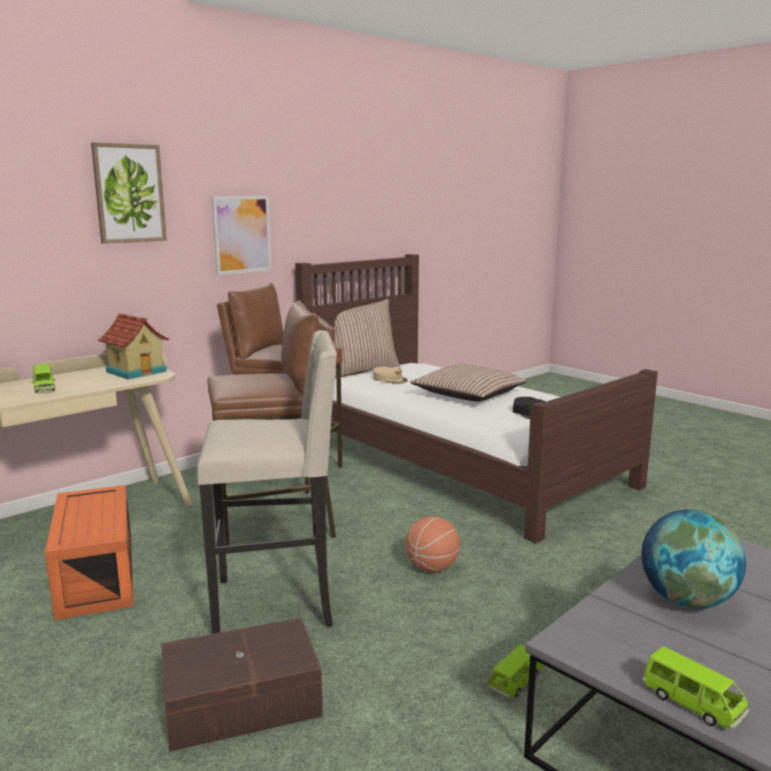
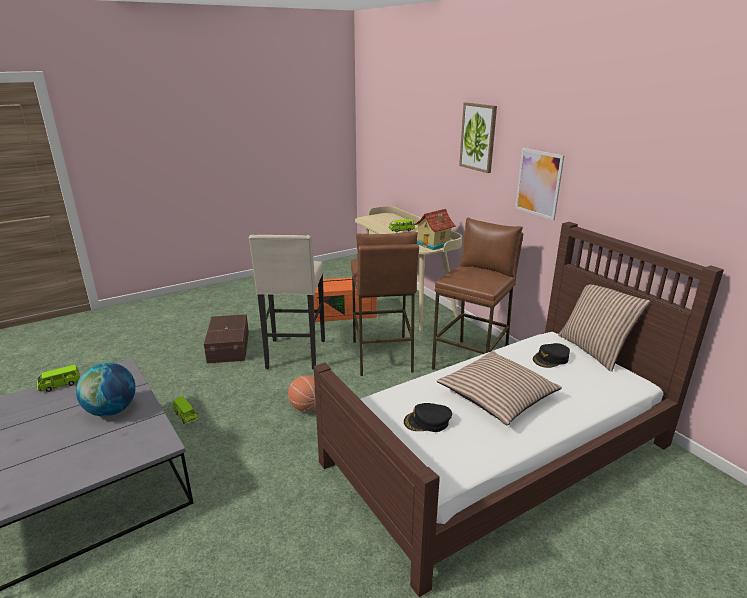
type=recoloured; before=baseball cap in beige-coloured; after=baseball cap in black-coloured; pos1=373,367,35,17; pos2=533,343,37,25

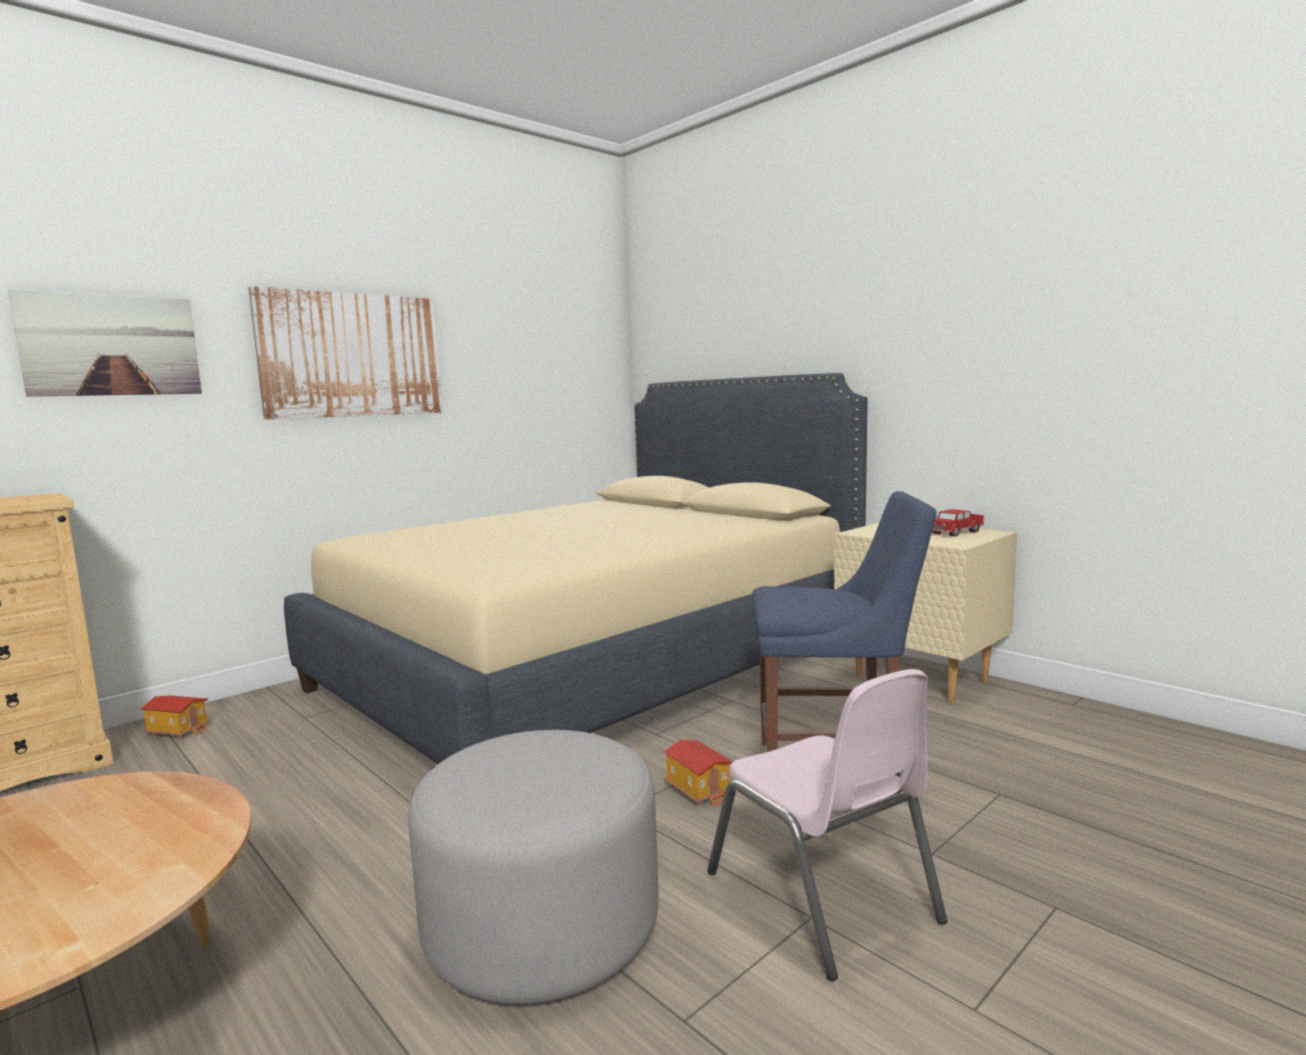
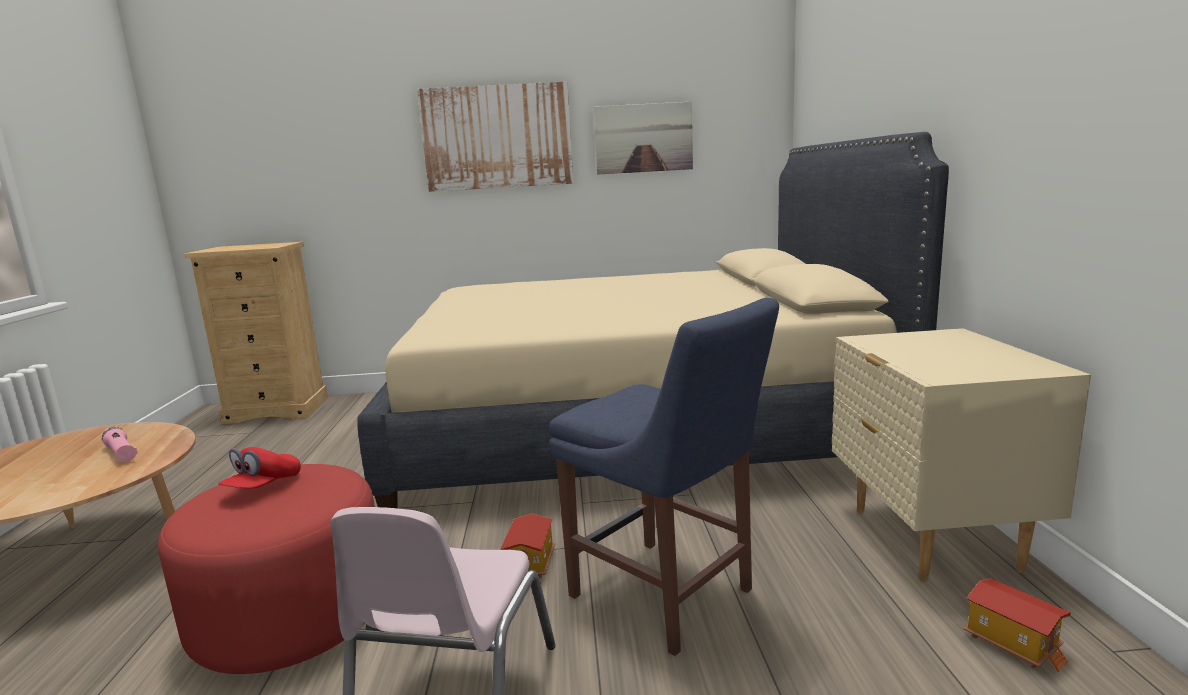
type=moved; before=wall art; pos1=8,289,194,108; pos2=594,101,99,74
type=moved; before=toy house; pos1=140,695,70,43; pos2=963,578,108,94
type=recoloured; before=ottoman in greyish; after=ottoman in red; pos1=408,730,251,274; pos2=158,464,217,210
type=removed; before=toy truck; pos1=932,509,53,28
type=added; after=hand torch in pink; pos2=102,427,36,35
type=added; after=baseball cap in red; pos2=218,447,83,41

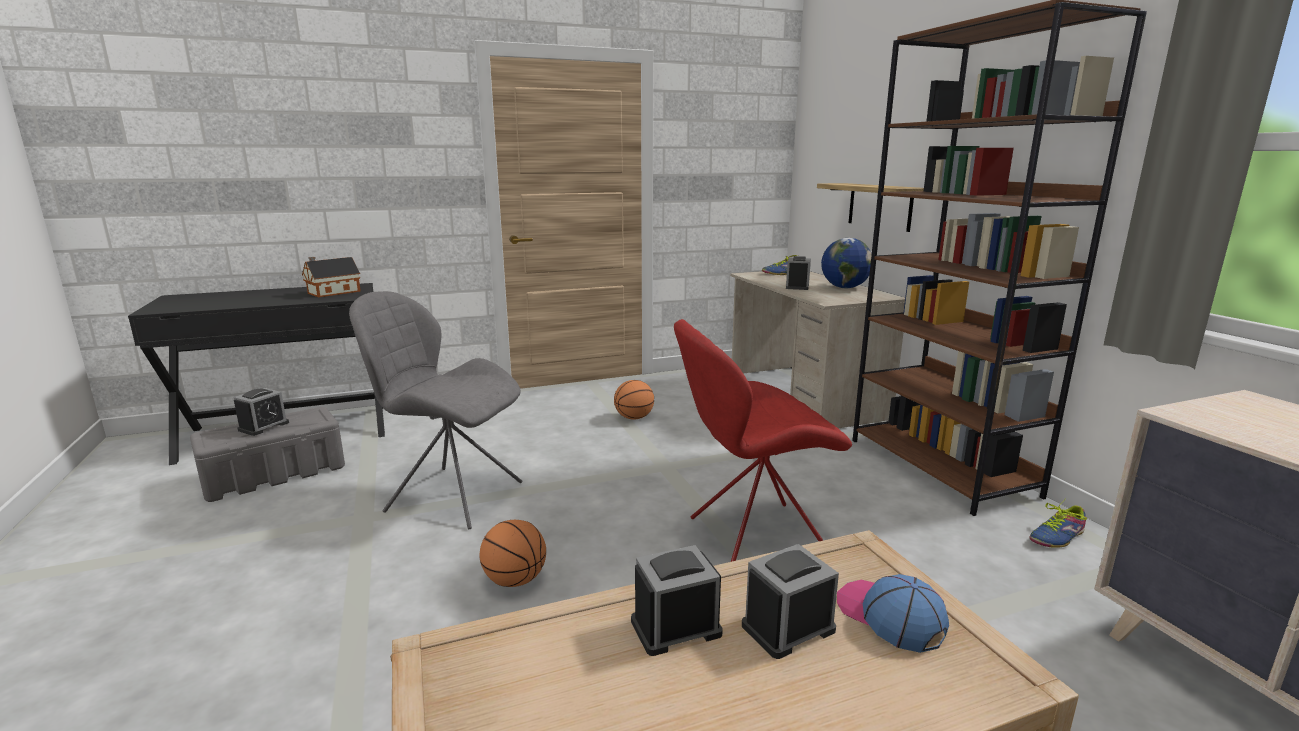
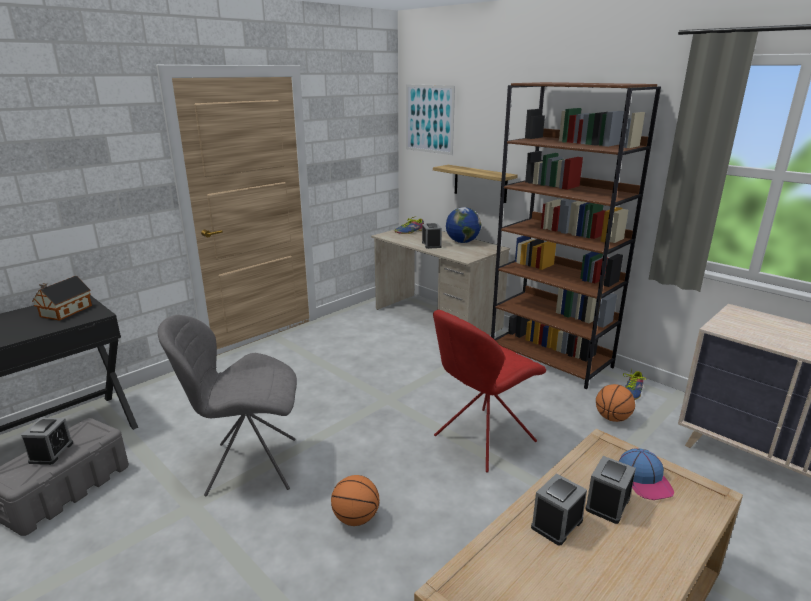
type=moved; before=ball for basketball; pos1=614,380,40,40; pos2=596,384,39,38
type=turned; before=baseball cap; pos1=837,574,112,79; pos2=619,448,55,52; turn=-135
type=added; after=wall art; pos2=406,84,49,71

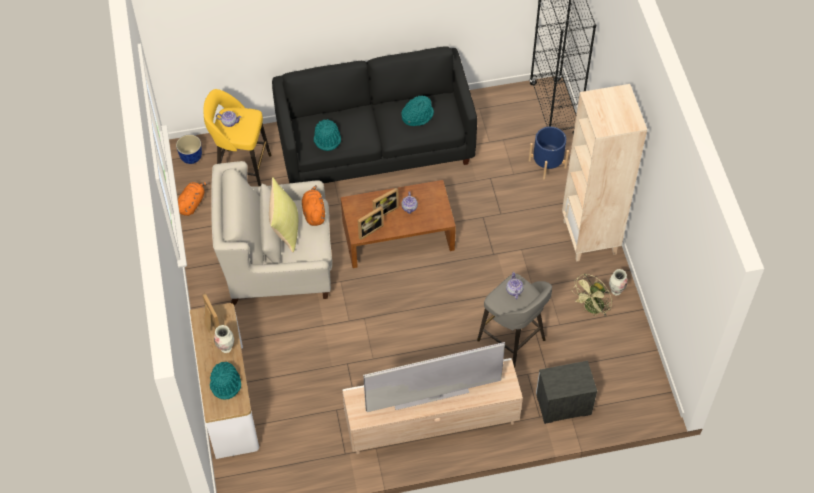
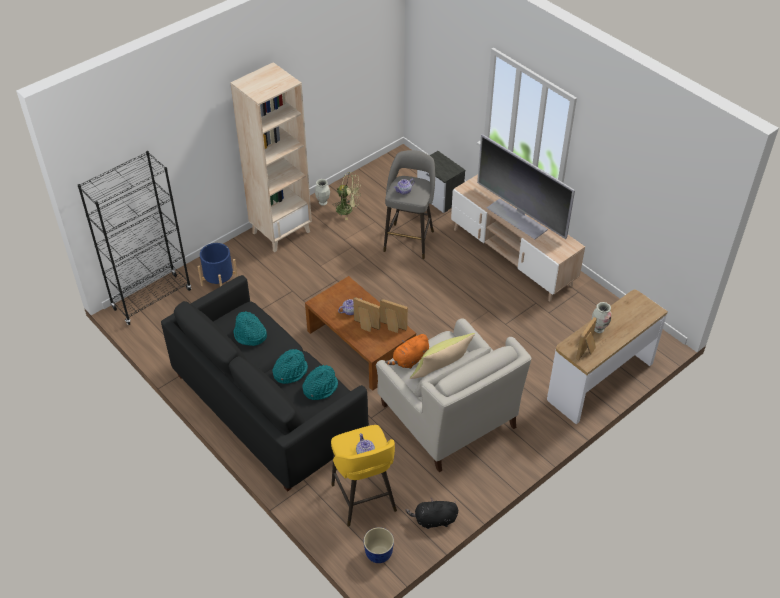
type=recoloured; before=cuddly toy in orangey; after=cuddly toy in black-coloured; pos1=178,182,30,34; pos2=406,498,52,31
type=moved; before=hat in turquoise-coloured; pos1=210,362,31,38; pos2=272,349,36,35

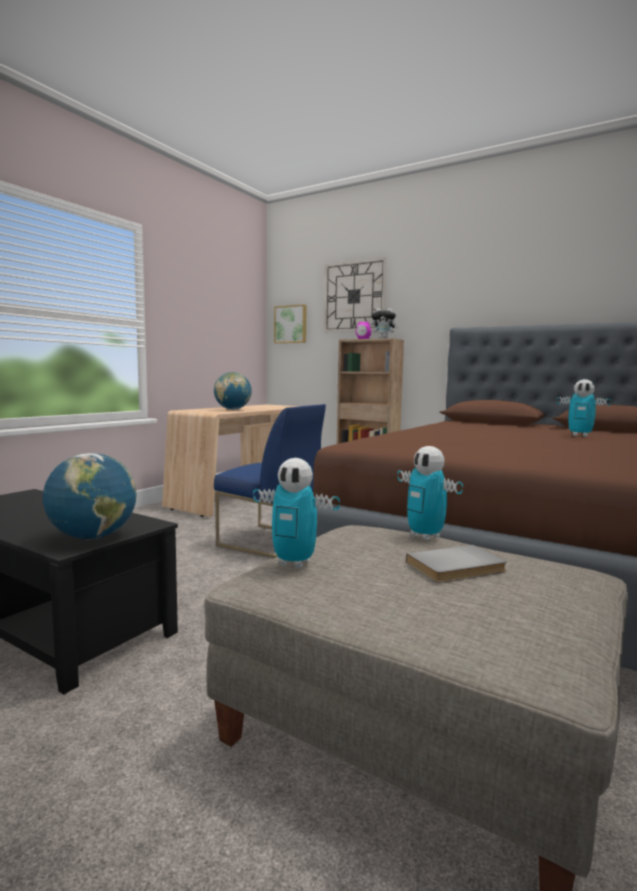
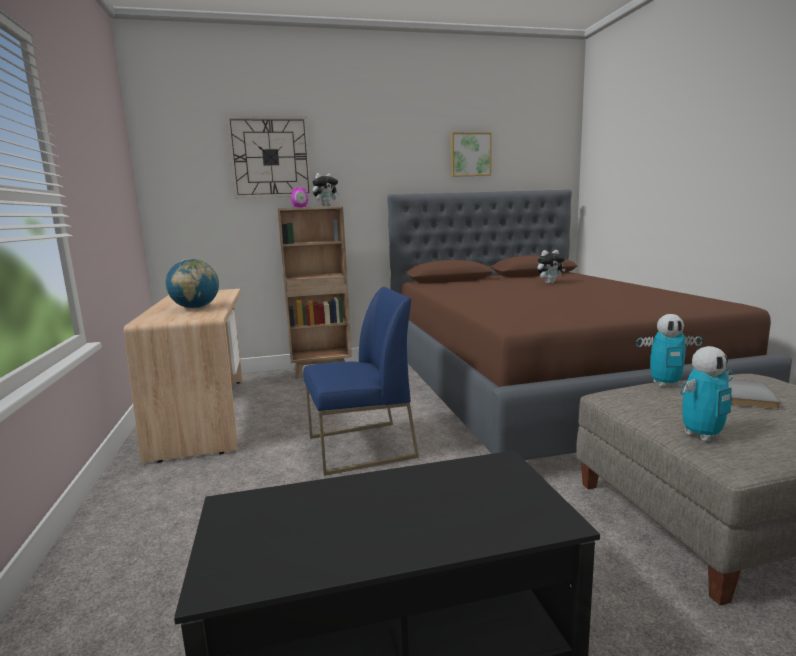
type=removed; before=globe; pos1=43,453,94,86
type=moved; before=wall art; pos1=274,304,33,39; pos2=451,132,41,45
type=replaced; before=model robot; after=cuddly toy; pos1=556,379,55,58; pos2=537,250,28,34

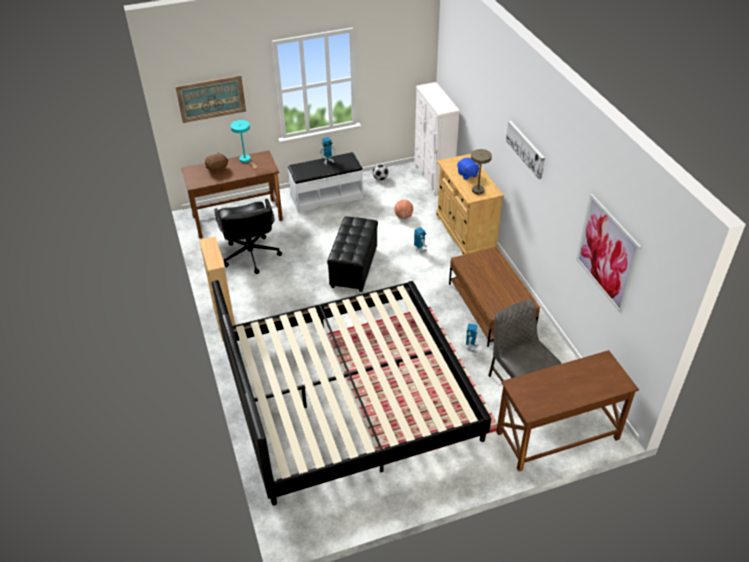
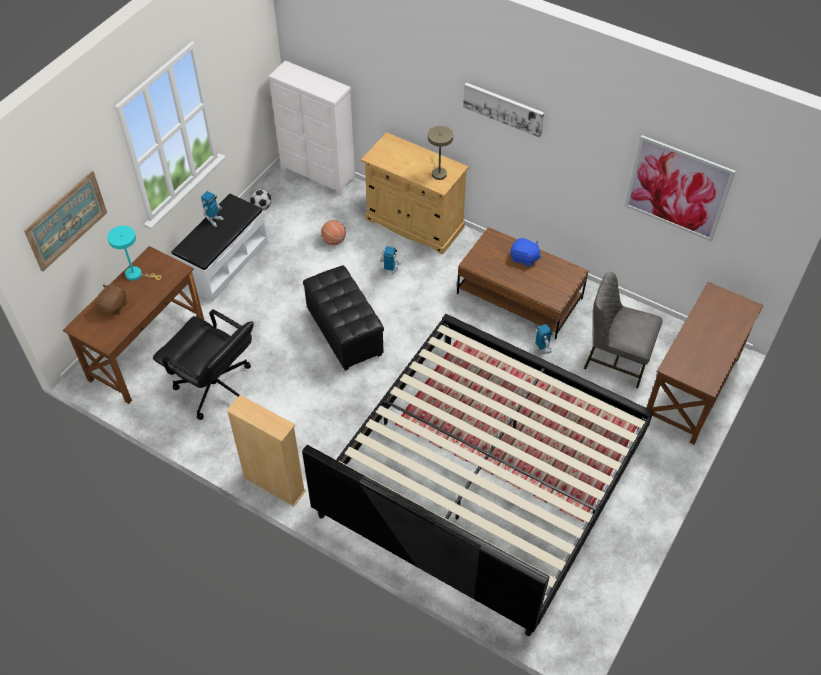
type=moved; before=cuddly toy in bluish; pos1=457,158,23,22; pos2=510,238,31,29

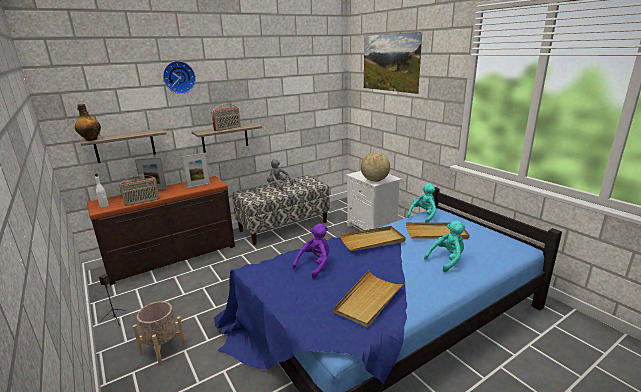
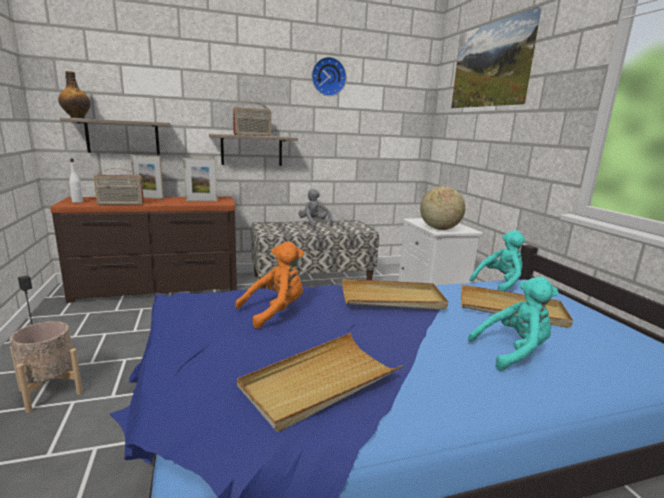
type=moved; before=clock on the wall; pos1=163,61,33,33; pos2=312,57,35,39
type=recoloured; before=cuddly toy in purple-coloured; after=cuddly toy in orangey; pos1=292,224,38,54; pos2=235,241,69,88

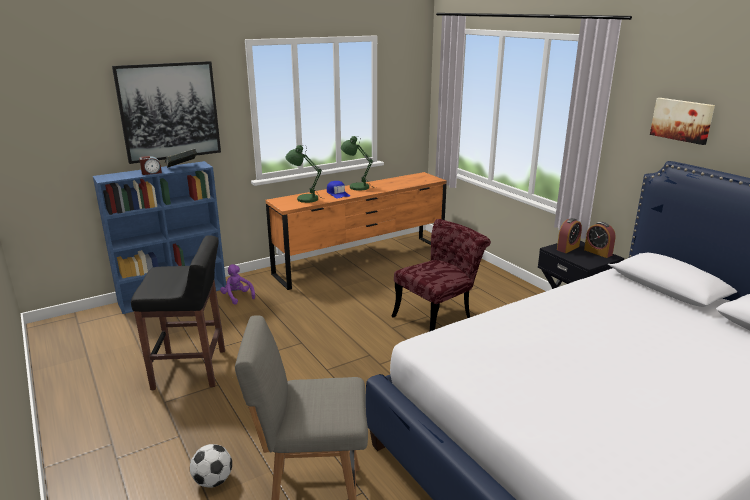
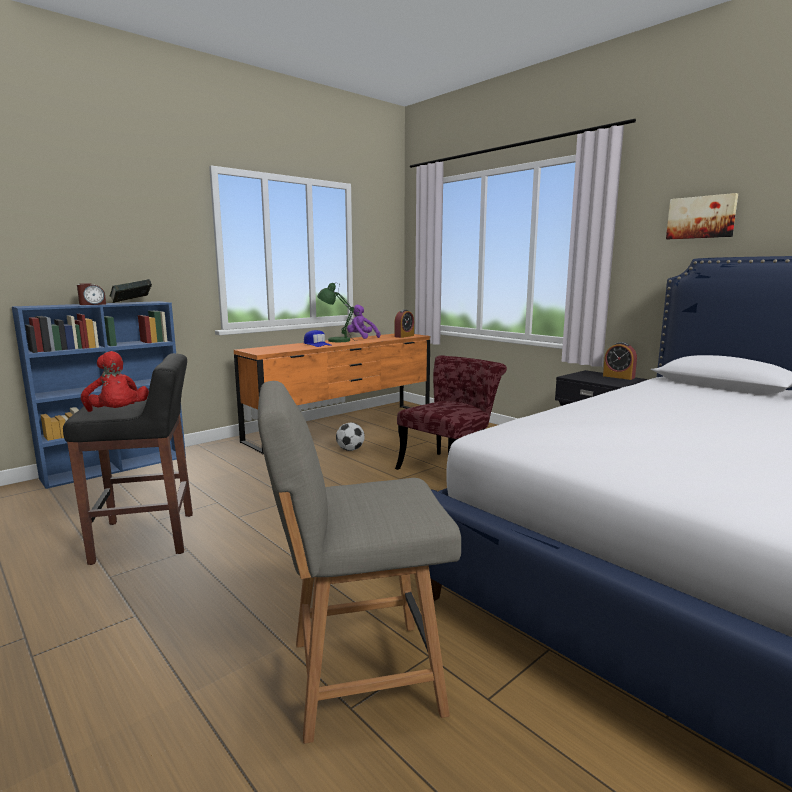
type=removed; before=wall art; pos1=112,61,109,103
type=moved; before=football ball; pos1=190,444,42,44; pos2=336,423,29,28
type=moved; before=cuddly toy in purple-coloured; pos1=220,264,35,41; pos2=347,304,33,35
type=removed; before=table lamp in green-coloured; pos1=286,145,40,58
type=moved; before=alarm clock; pos1=557,218,25,35; pos2=394,309,20,29
type=added; after=cuddly toy in red; pos2=81,351,68,61

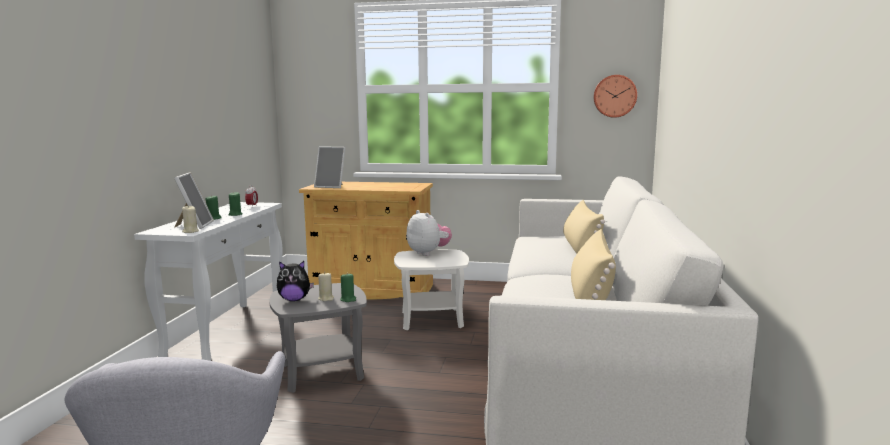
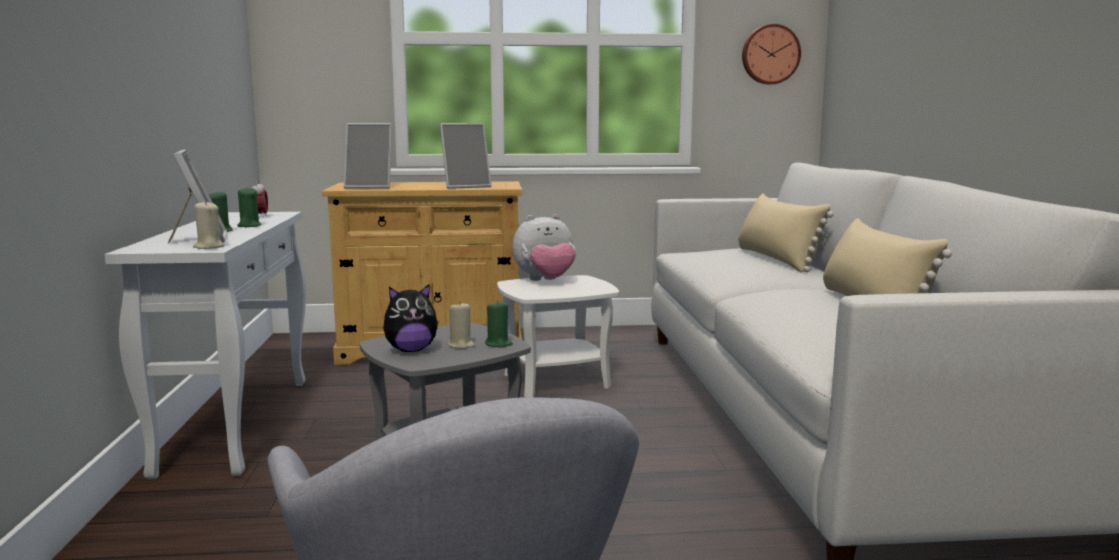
type=turned; before=cuddly toy; pos1=406,210,46,46; pos2=512,214,64,67; turn=120
type=added; after=standing frame; pos2=440,123,51,66

